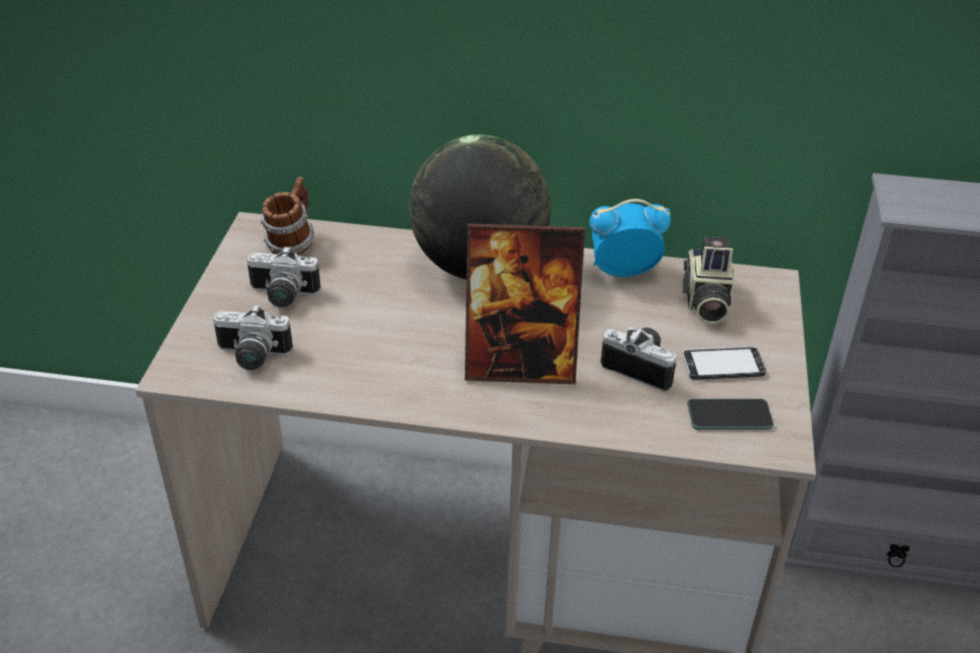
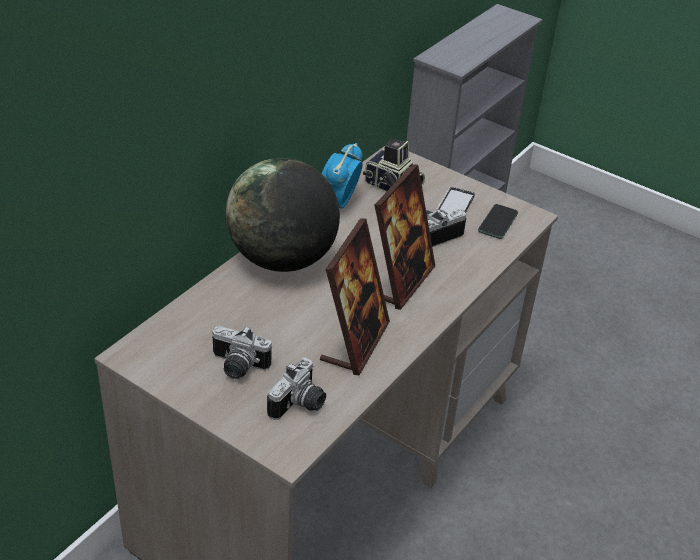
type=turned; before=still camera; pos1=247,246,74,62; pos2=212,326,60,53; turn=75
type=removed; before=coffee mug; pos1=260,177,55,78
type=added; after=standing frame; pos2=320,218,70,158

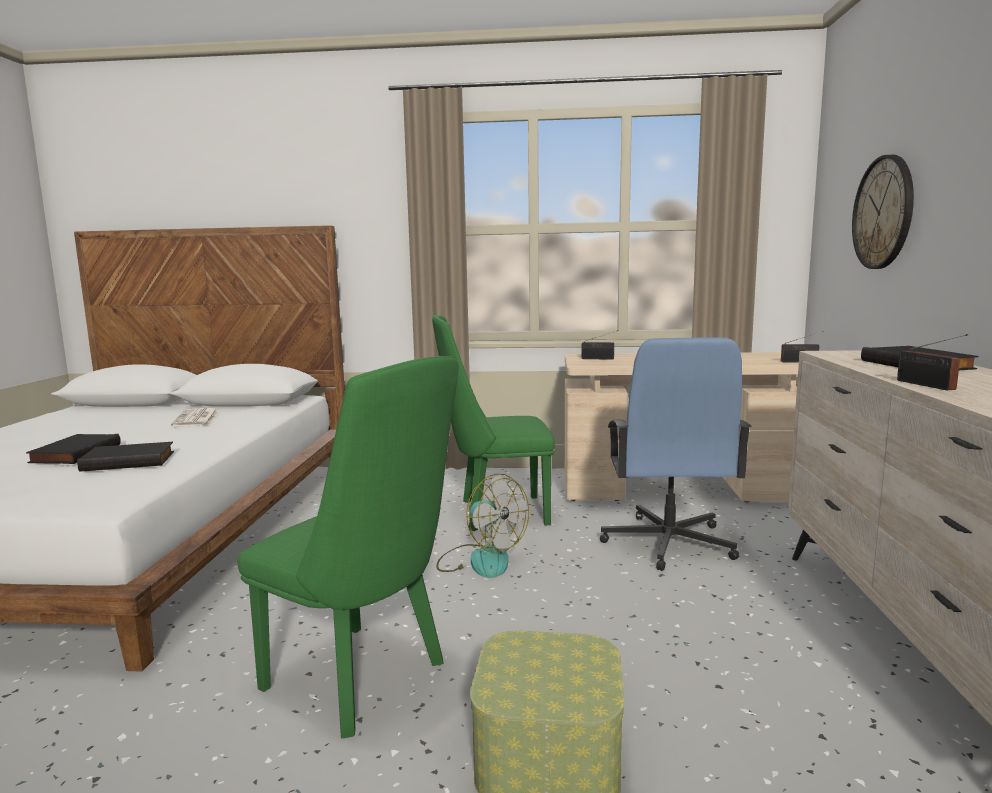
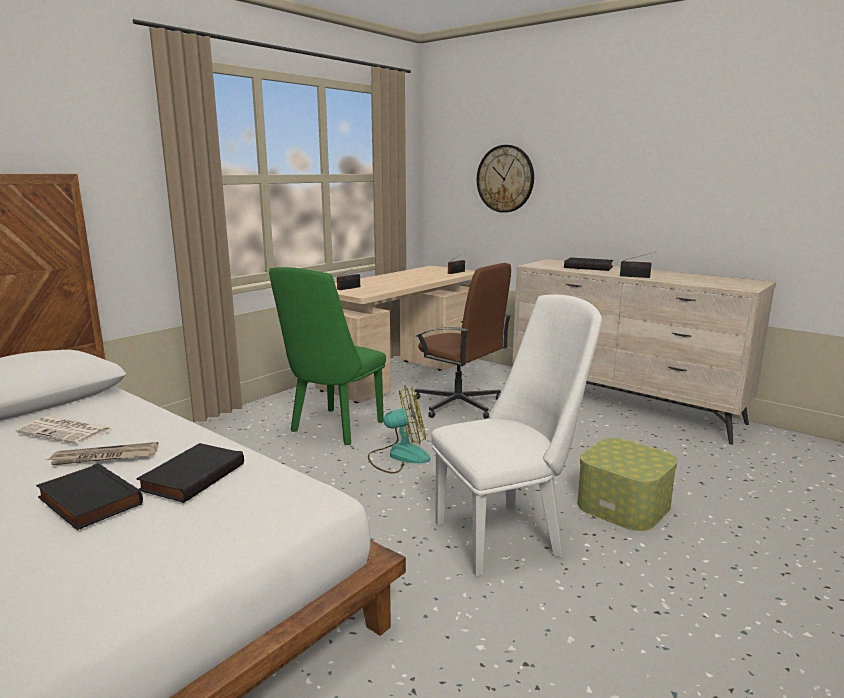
type=recoloured; before=chair in green-coloured; after=chair in white; pos1=237,356,221,383; pos2=431,295,171,282
type=recoloured; before=computer chair in bluish; after=computer chair in brown-coloured; pos1=600,337,152,234; pos2=414,263,97,156
type=added; after=newspaper; pos2=46,442,113,23

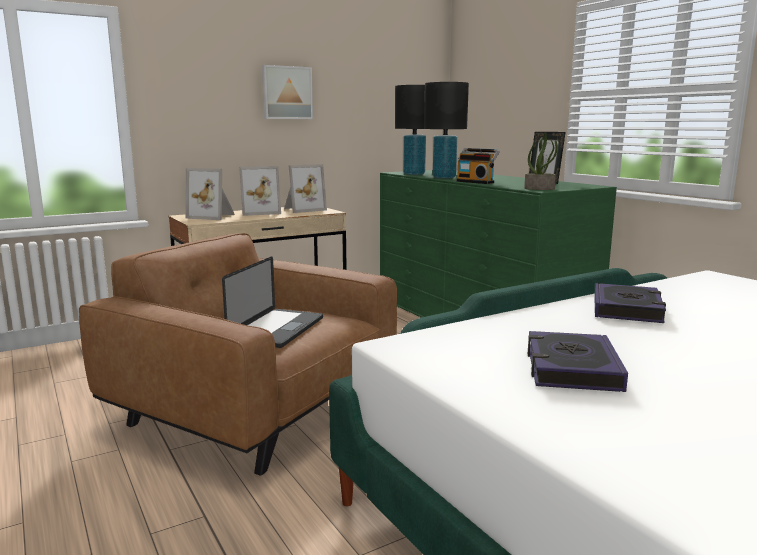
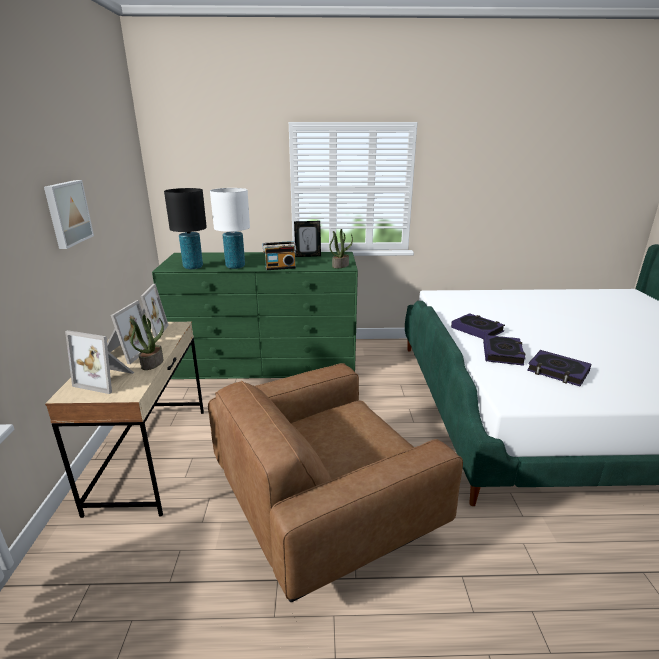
type=turned; before=standing frame; pos1=185,168,50,52; pos2=65,330,69,64; turn=60
type=removed; before=portable computer; pos1=222,256,101,92
type=recoloured; before=table lamp in black-coloured; after=table lamp in white; pos1=424,82,45,96; pos2=210,188,40,81
type=added; after=potted plant; pos2=130,315,34,55
type=added; after=bound book; pos2=483,335,43,31

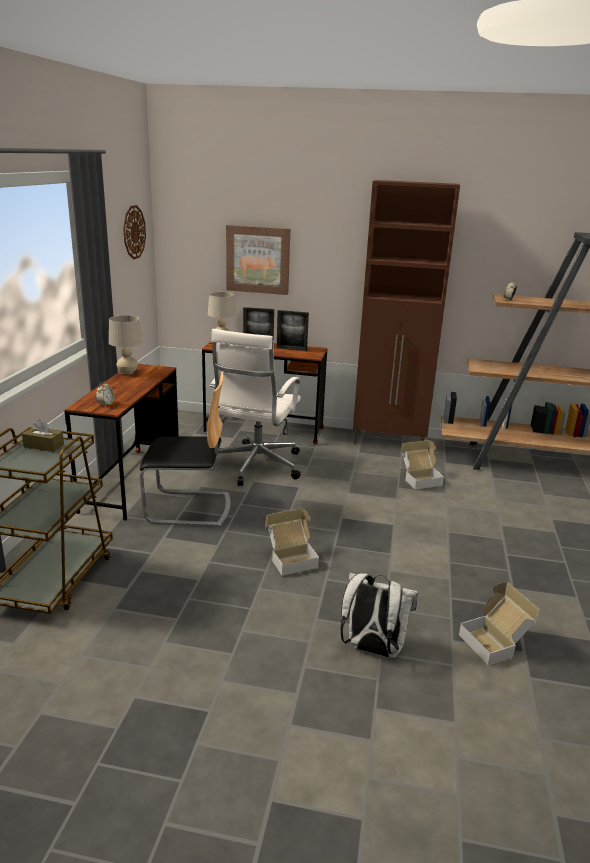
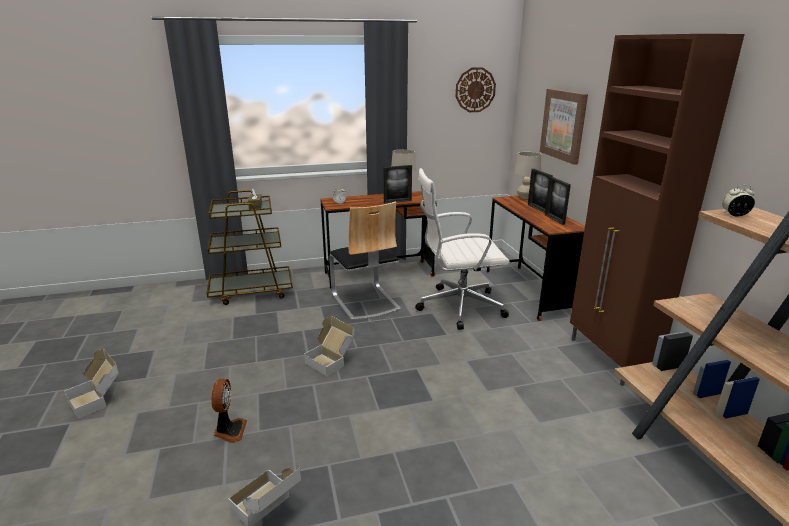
type=replaced; before=knapsack in white; after=fan; pos1=340,573,78,85; pos2=211,379,36,64
type=moved; before=carton; pos1=401,440,43,50; pos2=64,349,55,70
type=added; after=standing frame; pos2=384,165,28,39

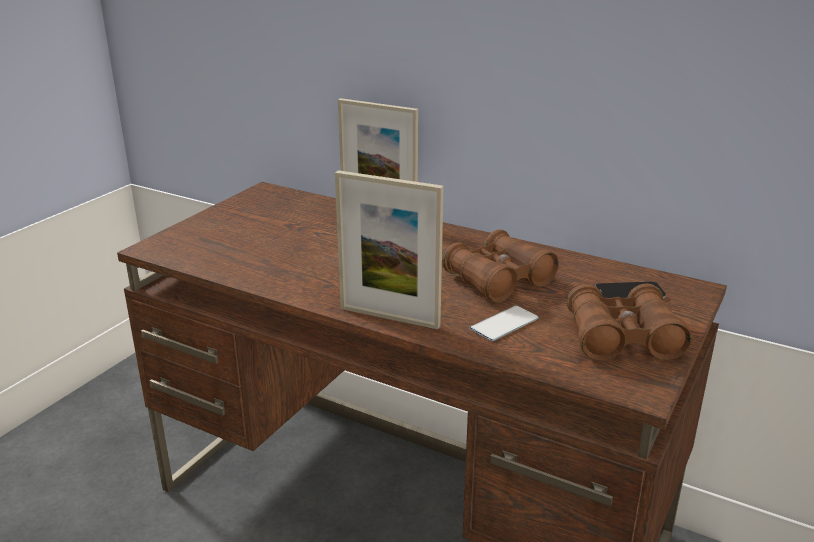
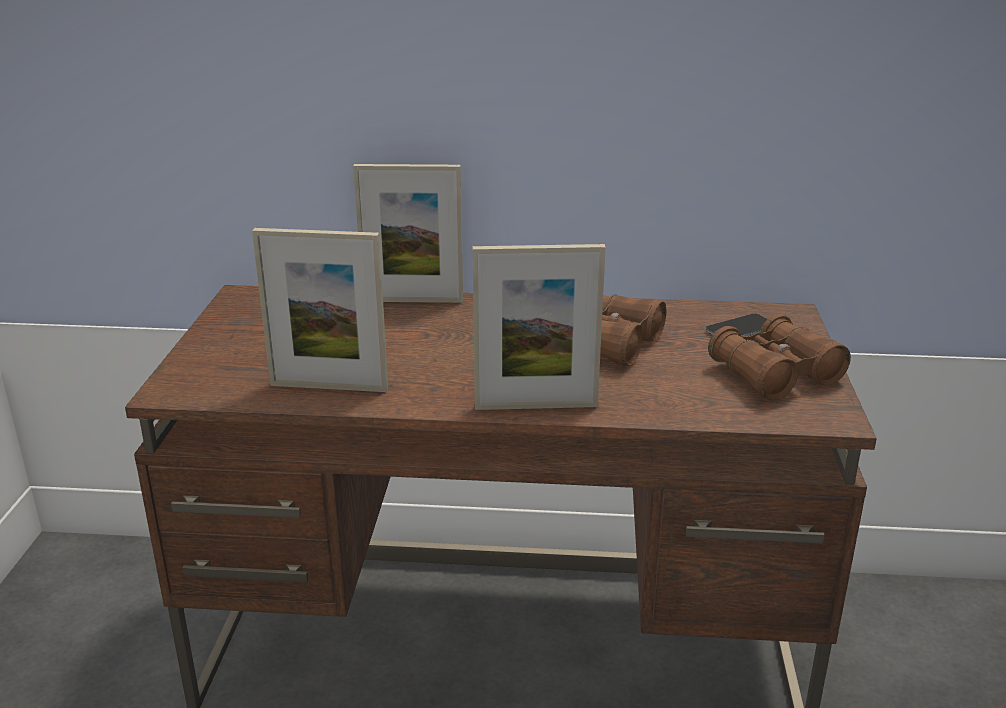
type=removed; before=telephone; pos1=470,305,69,36
type=added; after=standing frame; pos2=252,228,136,164

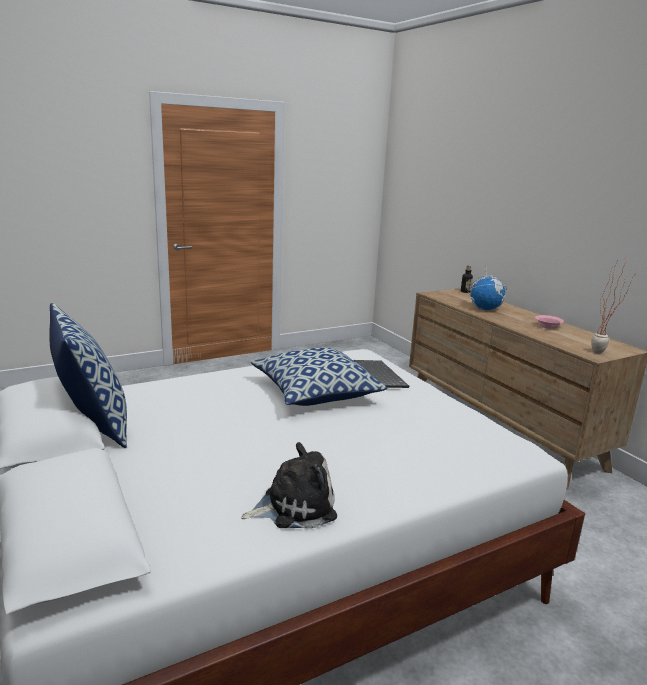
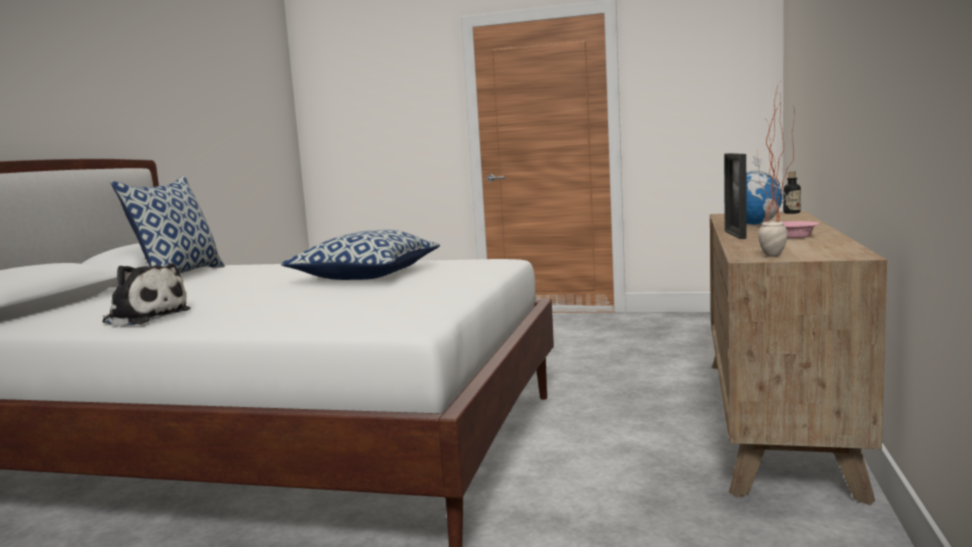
type=removed; before=PC keyboard; pos1=354,360,55,28
type=added; after=standing frame; pos2=724,153,23,86

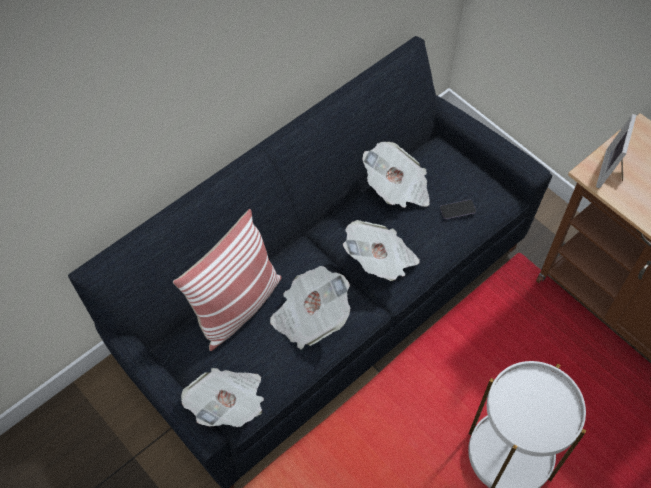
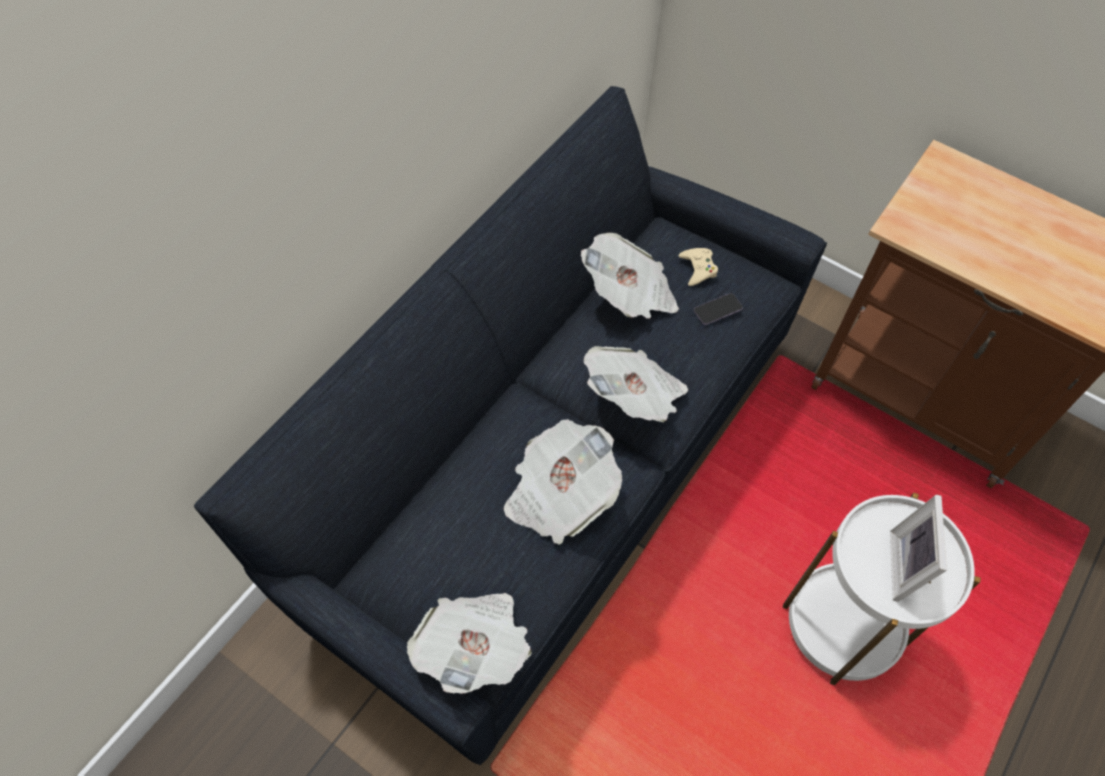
type=removed; before=pillow; pos1=173,209,109,142
type=moved; before=standing frame; pos1=596,114,41,75; pos2=890,495,57,107
type=added; after=gamepad in beige-coloured; pos2=679,248,39,38

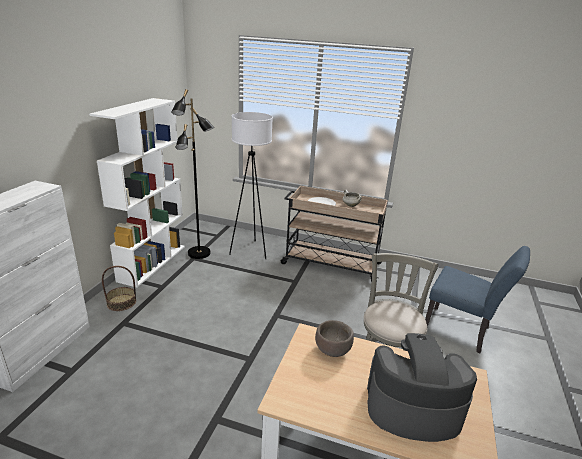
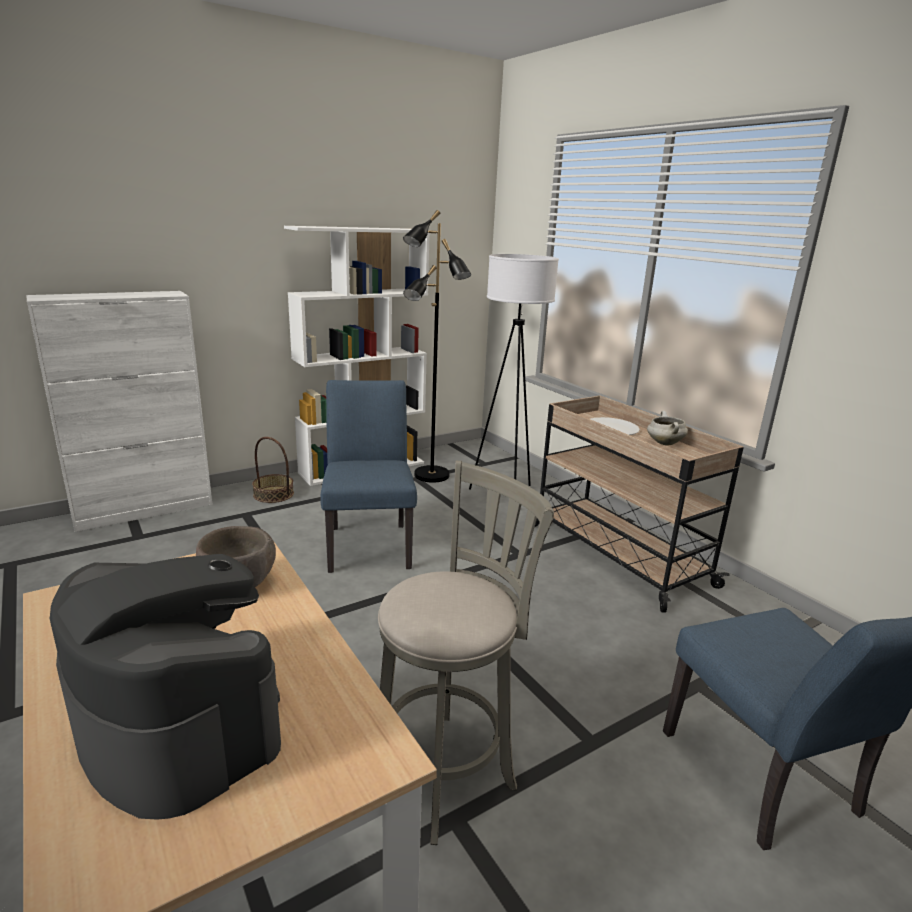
type=added; after=chair in bluish; pos2=320,380,97,193

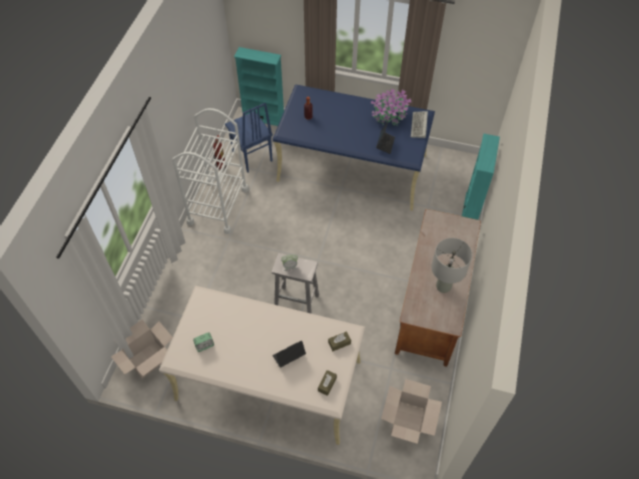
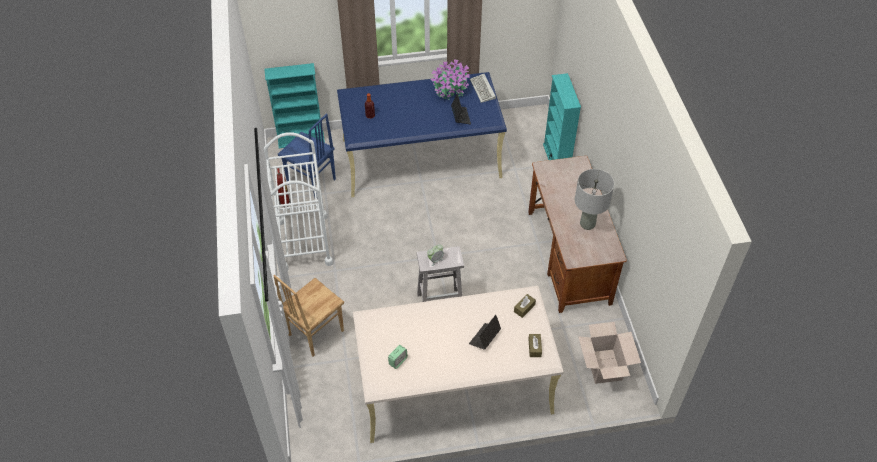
type=removed; before=carton; pos1=111,319,62,60
type=added; after=chair in brown-coloured; pos2=274,275,70,81

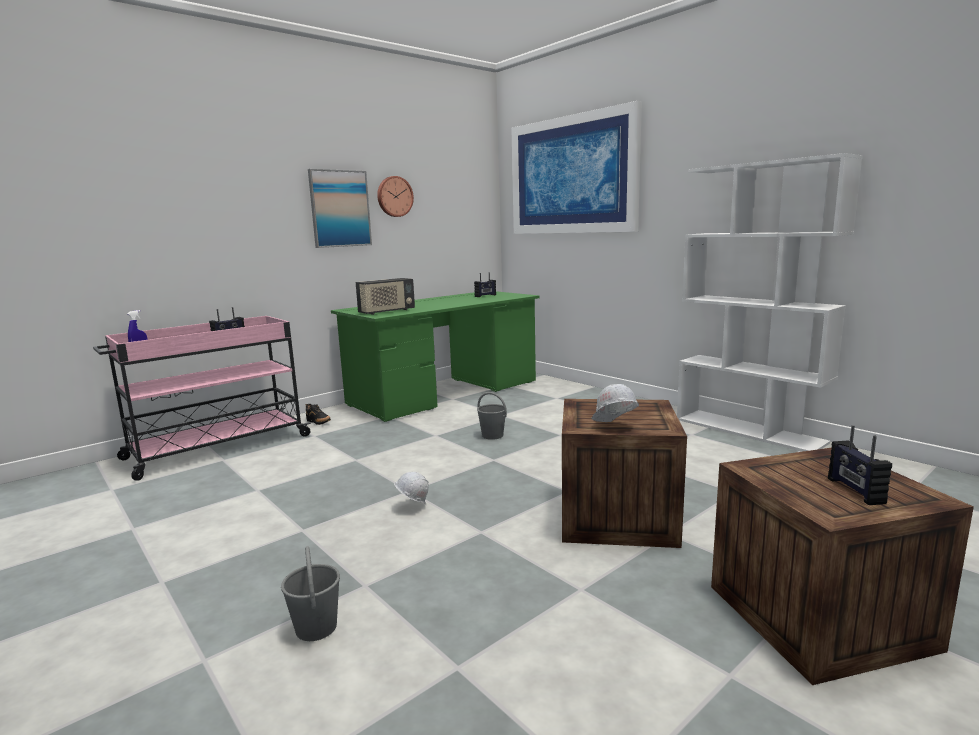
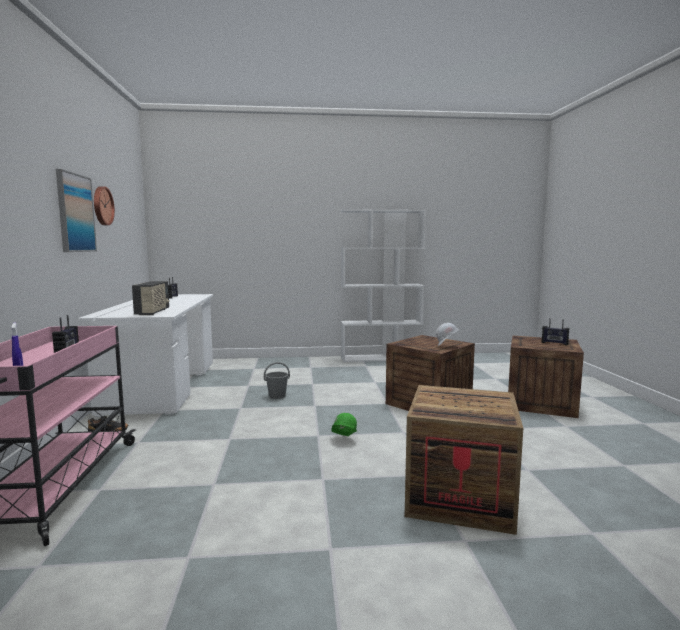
type=replaced; before=water bucket in greyish; after=shipping crate; pos1=281,546,59,95; pos2=405,385,118,150
type=recoloured; before=desk unit in green-coloured; after=desk unit in white; pos1=331,291,208,131; pos2=78,294,135,123
type=recoloured; before=hard hat in white; after=hard hat in green-coloured; pos1=394,472,35,34; pos2=331,413,26,23
type=removed; before=wall art; pos1=511,101,131,133

